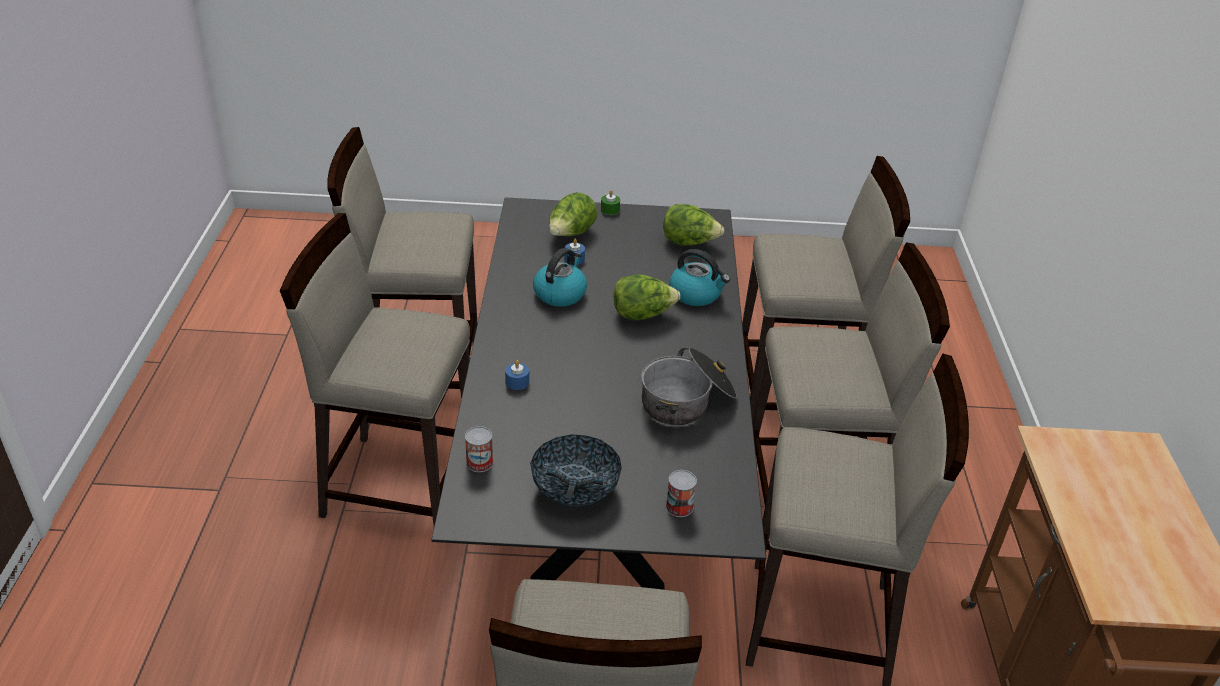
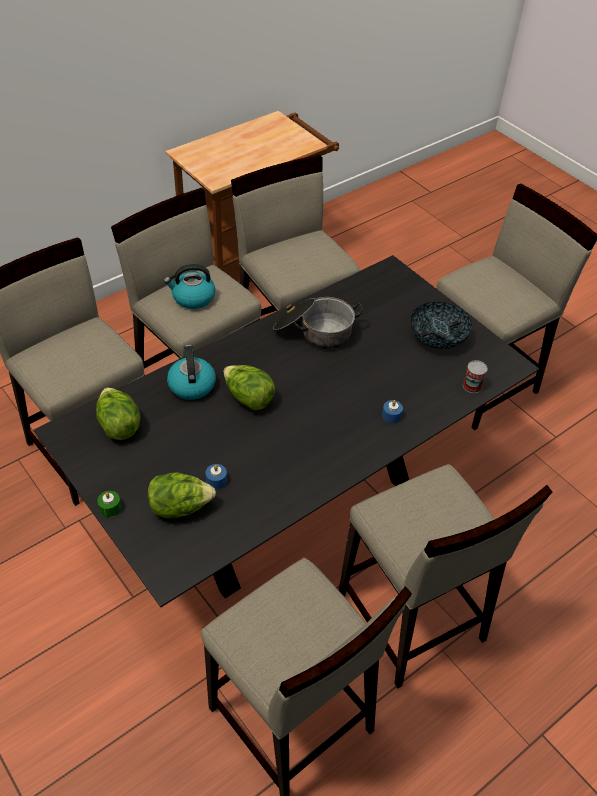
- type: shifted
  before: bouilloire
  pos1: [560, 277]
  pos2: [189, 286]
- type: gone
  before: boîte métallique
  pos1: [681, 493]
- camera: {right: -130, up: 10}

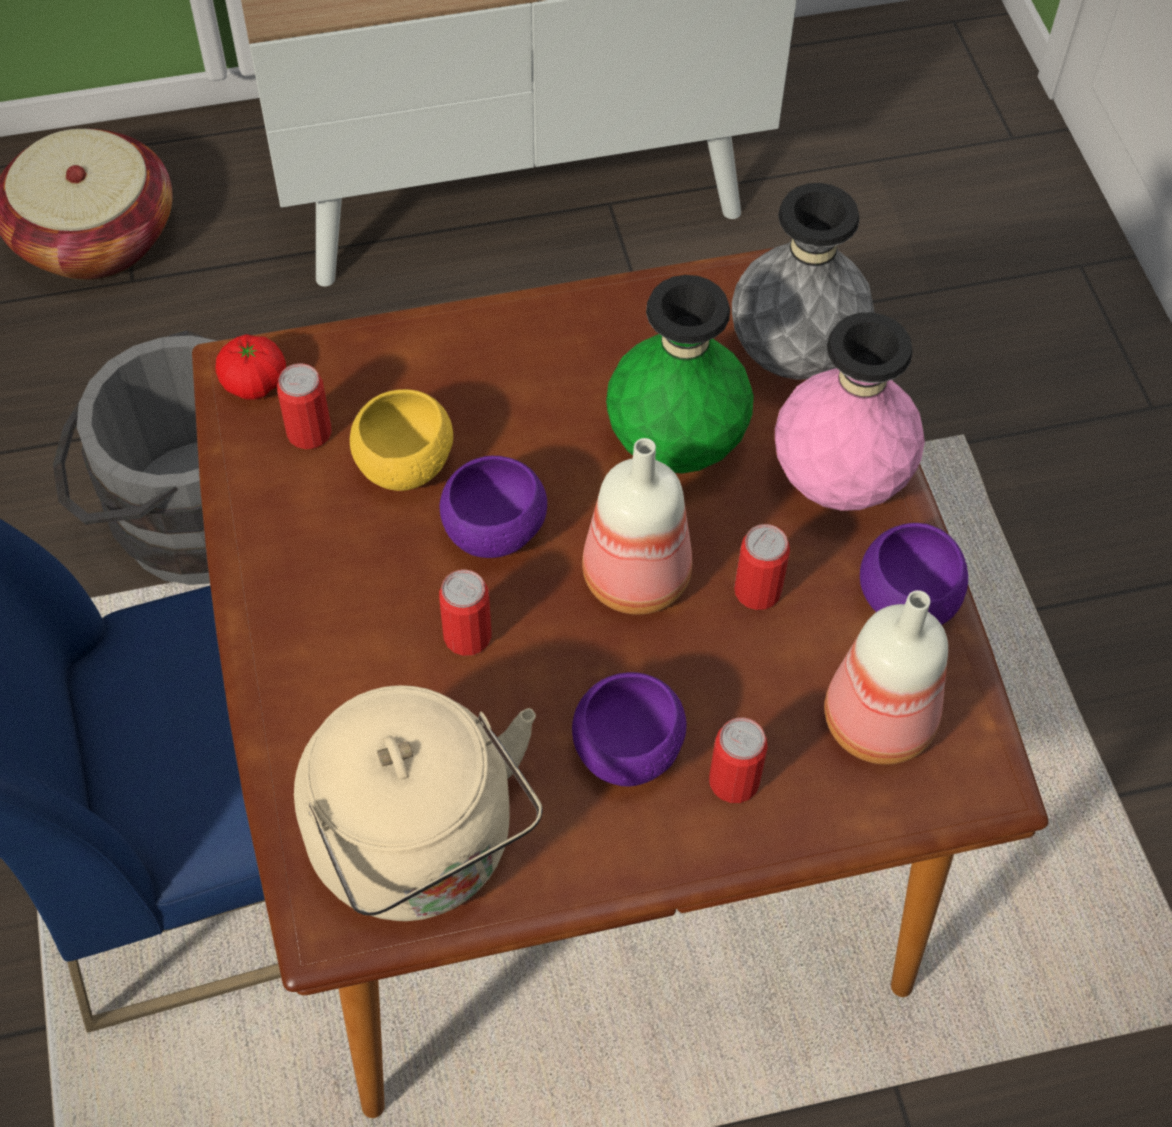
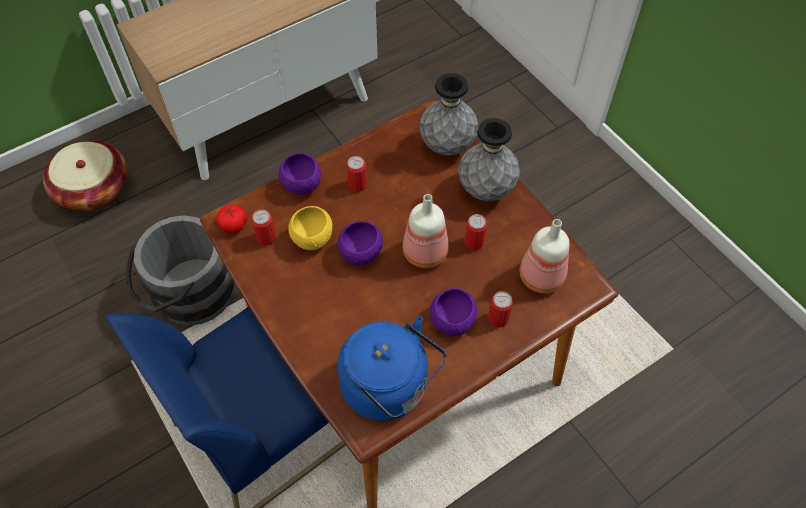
- type: shifted
  before: bol [violet]
  pos1: [914, 574]
  pos2: [300, 174]
- type: repainted
  before: bouilloire [beige]
  after: bouilloire [bleu]
  pos1: [418, 803]
  pos2: [392, 368]
- type: shifted
  before: boîte métallique
  pos1: [465, 613]
  pos2: [357, 174]
- type: repainted
  before: vase [rose]
  after: vase [gris]
  pos1: [850, 411]
  pos2: [489, 159]
- type: gone
  before: vase [vert]
  pos1: [680, 374]
- camera: {right: -20, up: 0}

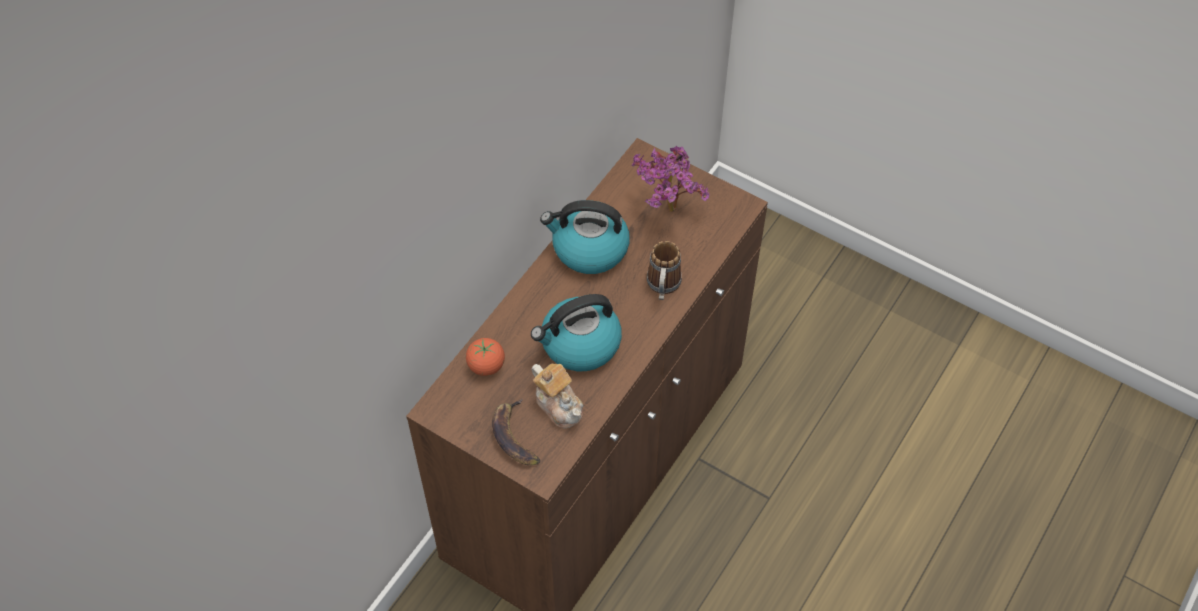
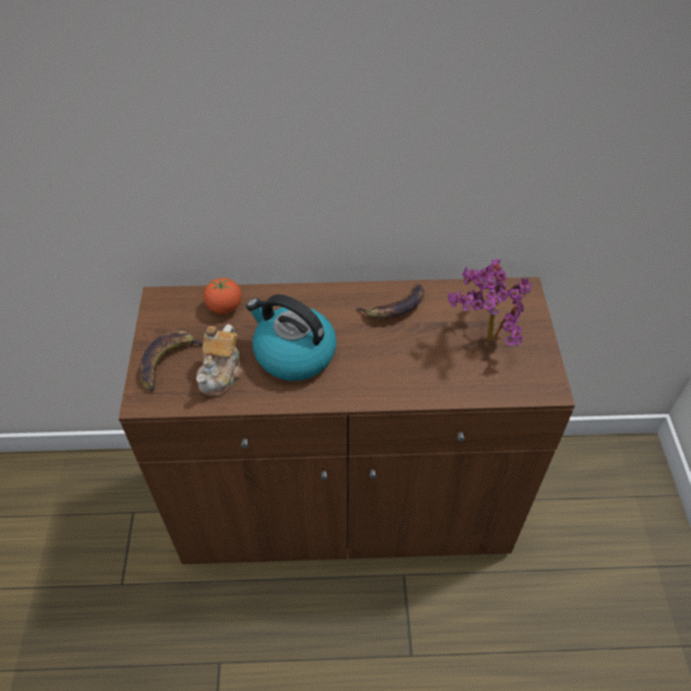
- type: swapped
  before: bouilloire
  after: banane
  pos1: [585, 237]
  pos2: [390, 301]
- type: gone
  before: mug
  pos1: [664, 270]
- camera: {right: 55, up: -5}

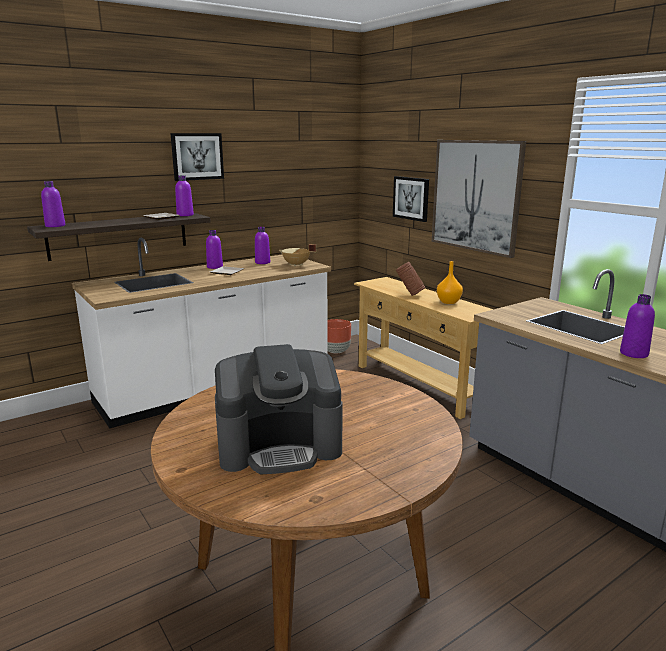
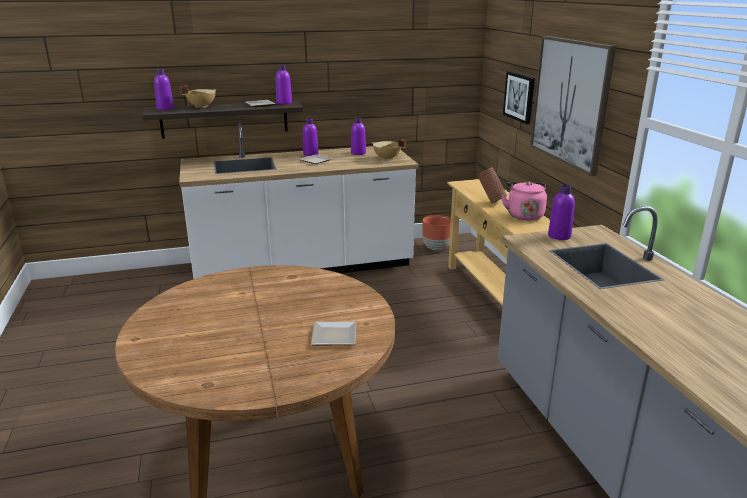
- type: new
  after: marmite [beige]
  pos2: [198, 97]
- type: new
  after: assiette
  pos2: [333, 333]
- type: swapped
  before: vase [orange]
  after: bouilloire [rose]
  pos1: [450, 282]
  pos2: [524, 201]
- type: shifted
  before: bouteille [violet]
  pos1: [637, 326]
  pos2: [561, 212]
- type: gone
  before: tableau
  pos1: [197, 157]
- type: gone
  before: machine à café
  pos1: [279, 409]
- camera: {right: 20, up: 5}

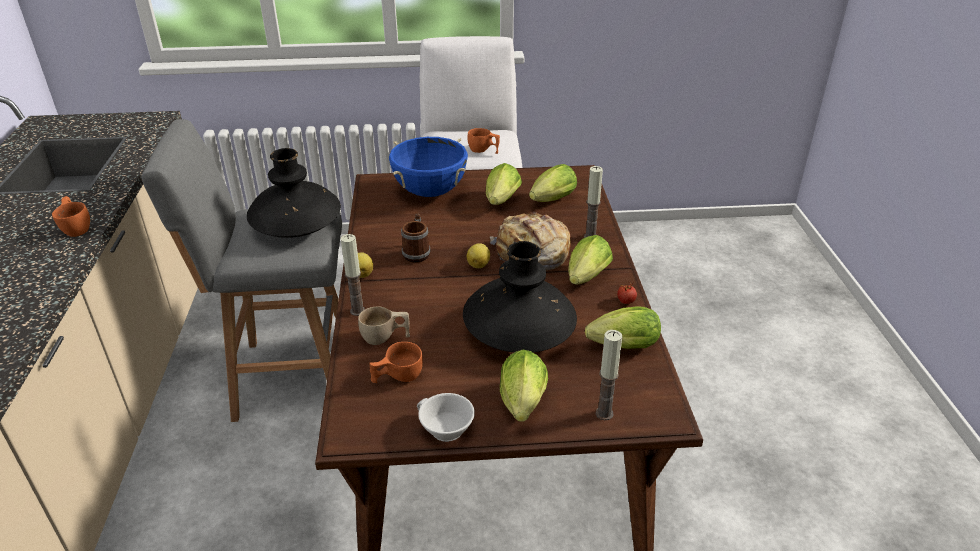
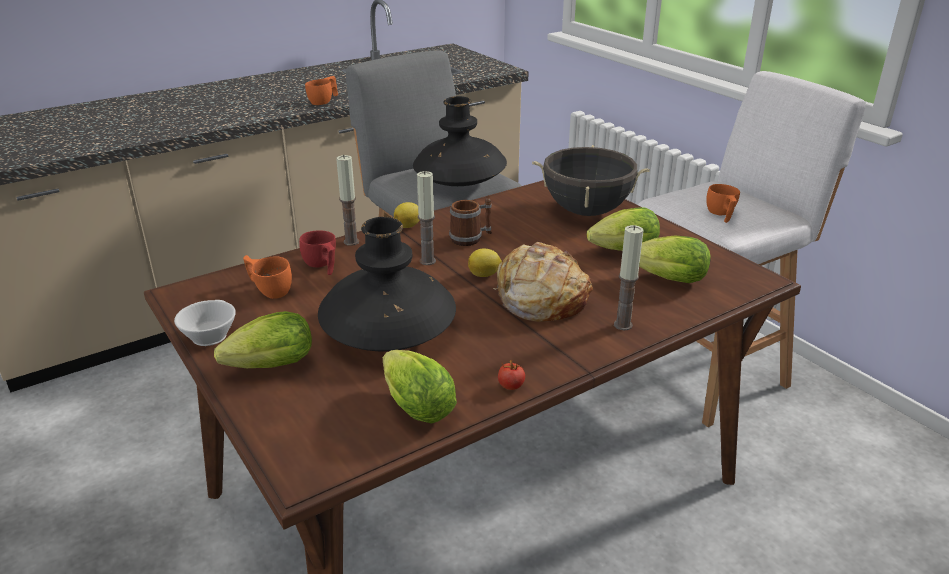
- type: repainted
  before: tasse [beige]
  after: tasse [rouge]
  pos1: [384, 326]
  pos2: [317, 252]
- type: shifted
  before: bougie
  pos1: [609, 375]
  pos2: [426, 218]
- type: repainted
  before: marmite [bleu]
  after: marmite [noir]
  pos1: [428, 167]
  pos2: [591, 180]
- type: gone
  before: laitue
  pos1: [590, 260]
- camera: {right: 60, up: -5}

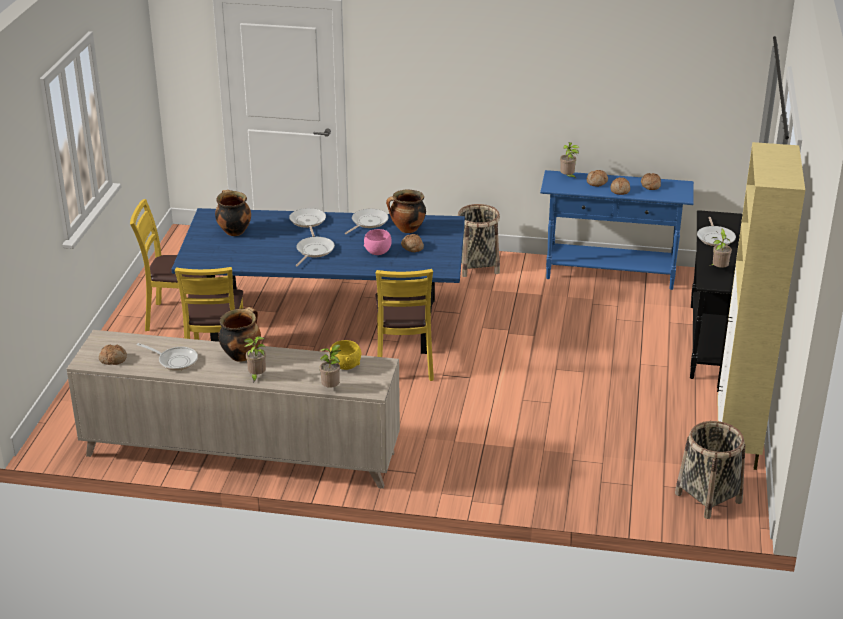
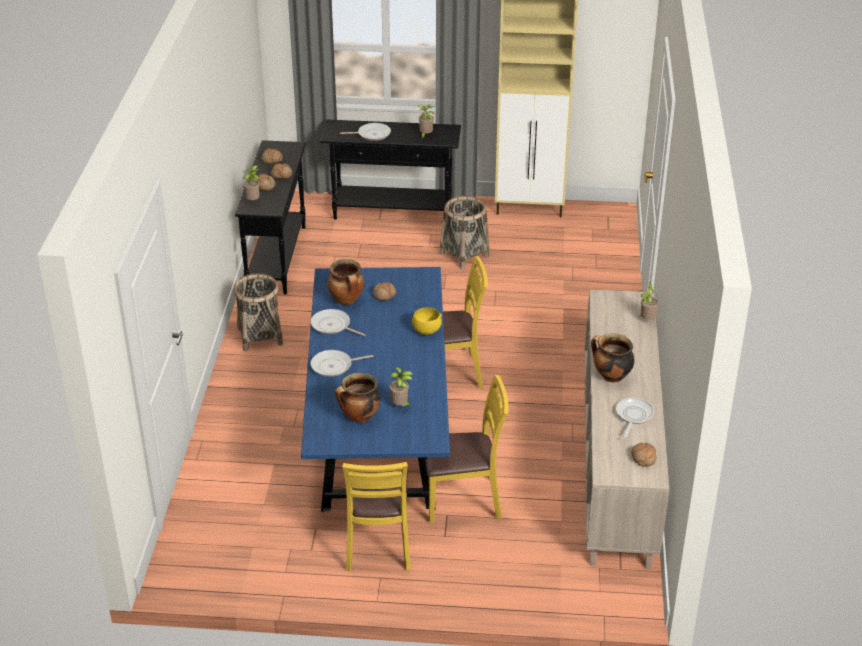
- type: repainted
  before: table console [bleu]
  after: table console [noir]
  pos1: [617, 230]
  pos2: [270, 217]
- type: shifted
  before: plante en pot
  pos1: [255, 359]
  pos2: [401, 387]
- type: shifted
  before: bol [jaune]
  pos1: [345, 355]
  pos2: [427, 321]
- type: shifted
  before: panier
  pos1: [710, 470]
  pos2: [465, 232]
- type: gone
  before: poêle
  pos1: [315, 251]
- type: gone
  before: bol [rose]
  pos1: [378, 242]
- camera: {right: -95, up: 5}

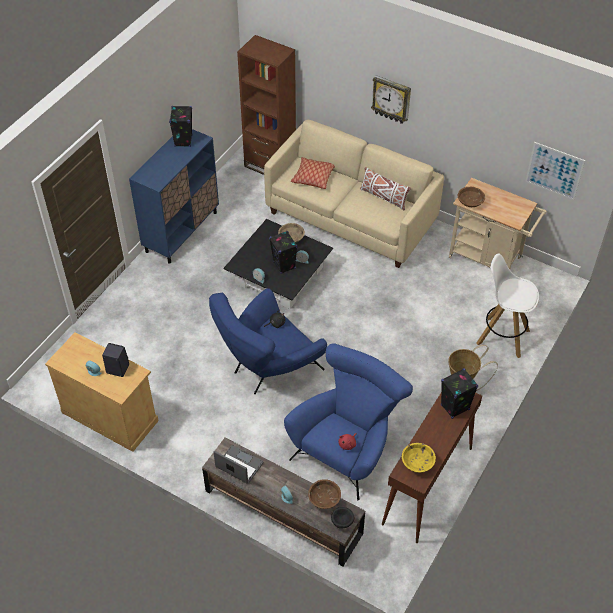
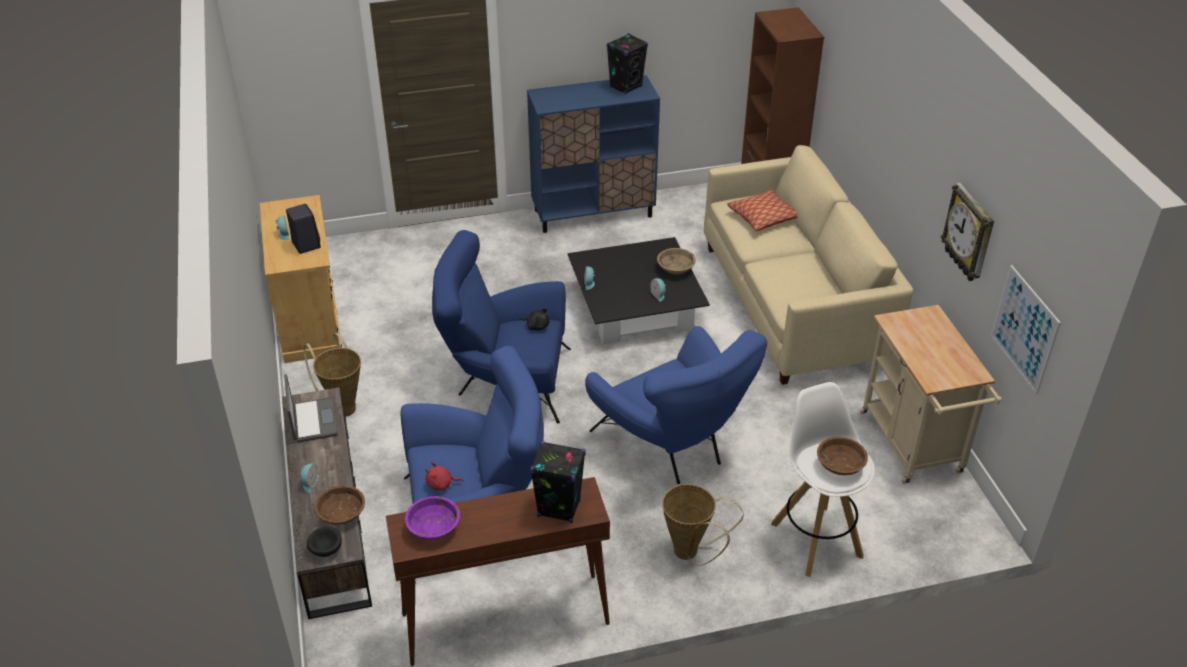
- type: new
  after: panier
  pos2: [332, 374]
- type: repainted
  before: bol [jaune]
  after: bol [violet]
  pos1: [419, 458]
  pos2: [432, 518]
- type: new
  after: fauteuil [bleu]
  pos2: [676, 405]
- type: shifted
  before: bol [marron]
  pos1: [471, 197]
  pos2: [842, 456]
- type: shifted
  before: horloge murale
  pos1: [391, 99]
  pos2: [967, 232]
- type: gone
  before: enceinte [noir]
  pos1: [283, 252]
- type: gone
  before: coussin [blanc]
  pos1: [385, 188]
- camera: {right: 45, up: -10}

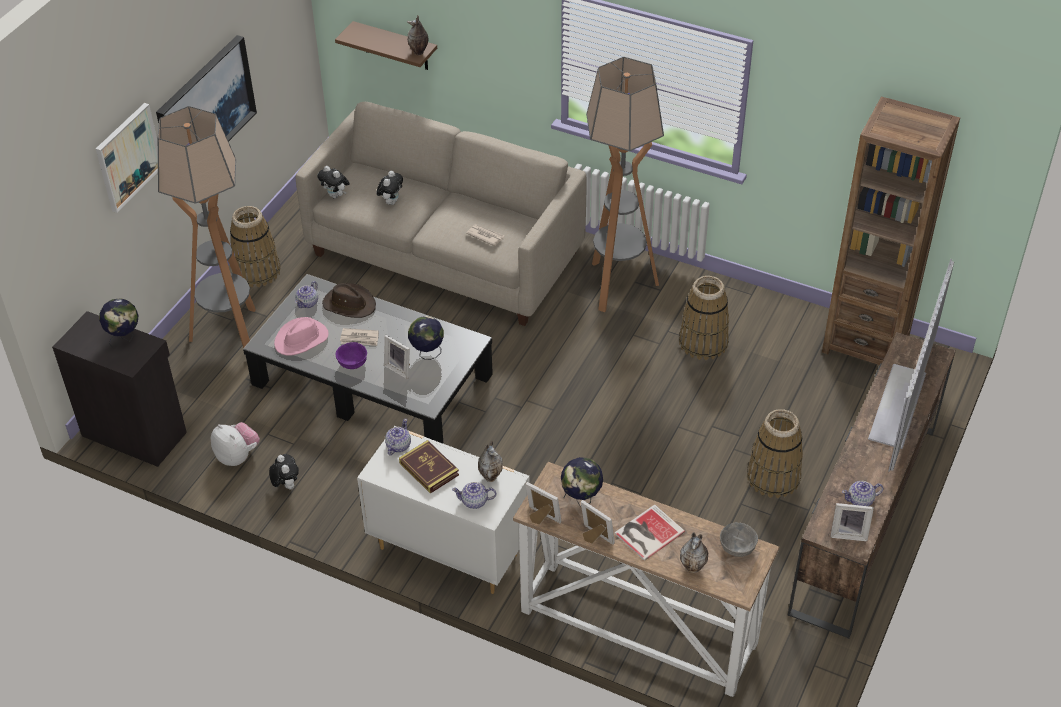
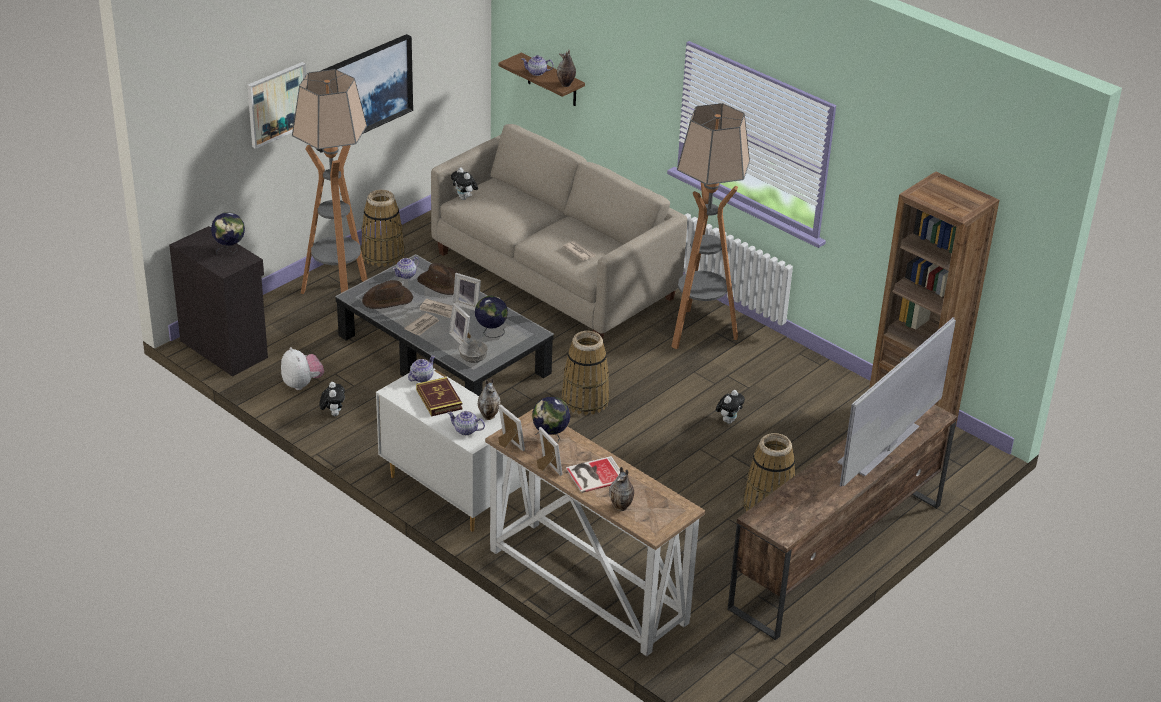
- type: repainted
  before: chapeau [rose]
  after: chapeau [marron]
  pos1: [301, 336]
  pos2: [387, 294]
- type: swapped
  before: bol [violet]
  after: journal
  pos1: [351, 355]
  pos2: [421, 324]
- type: shifted
  before: cadre photo
  pos1: [852, 522]
  pos2: [467, 292]
- type: shifted
  before: bol [gris]
  pos1: [739, 539]
  pos2: [473, 351]
- type: shifted
  before: théière
  pos1: [863, 493]
  pos2: [538, 65]
- type: shifted
  before: panier
  pos1: [704, 318]
  pos2: [585, 373]
- type: shifted
  before: peluche
  pos1: [390, 188]
  pos2: [730, 407]
- camera: {right: 15, up: -10}

